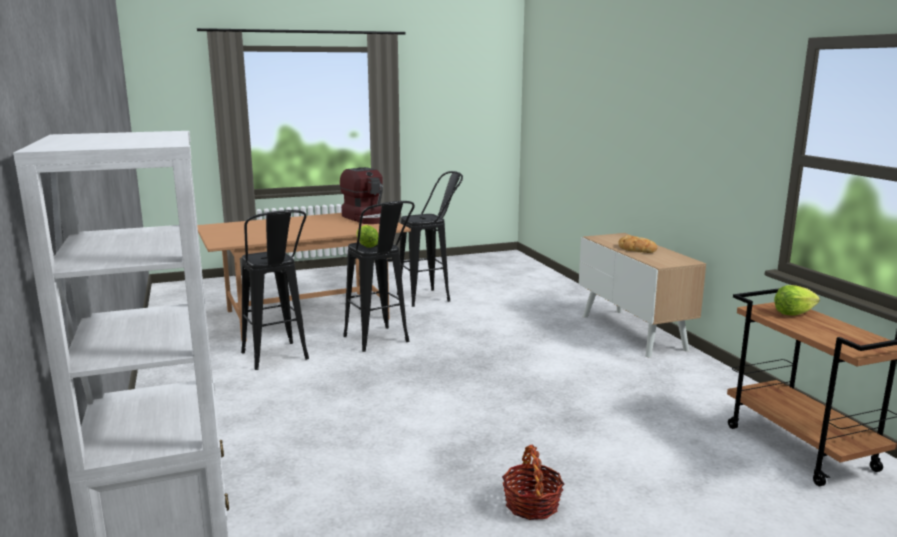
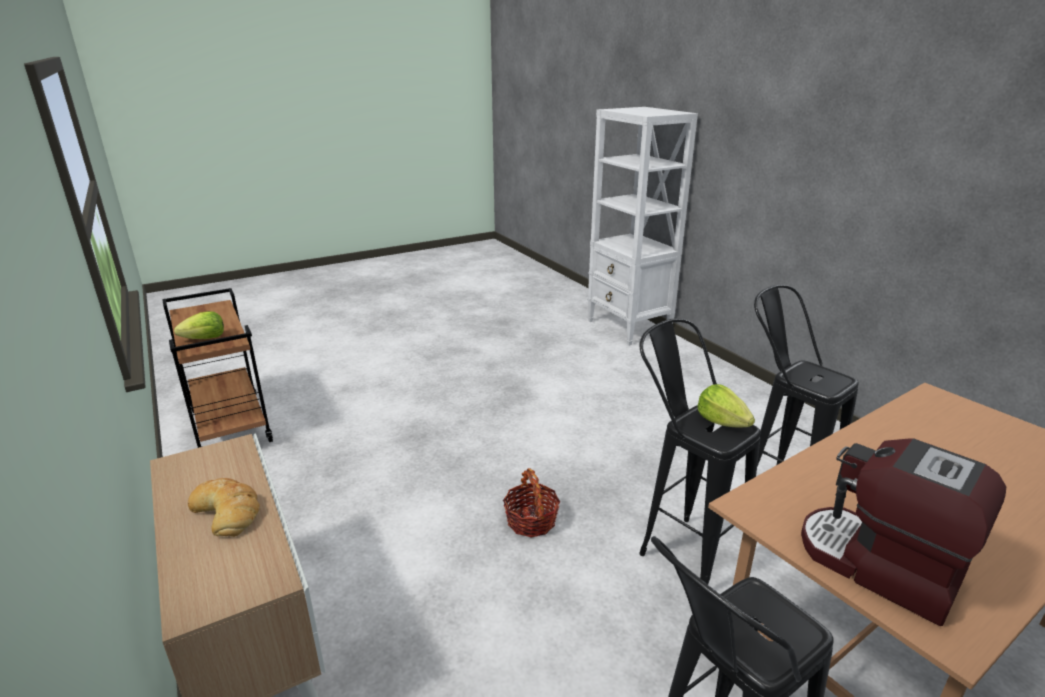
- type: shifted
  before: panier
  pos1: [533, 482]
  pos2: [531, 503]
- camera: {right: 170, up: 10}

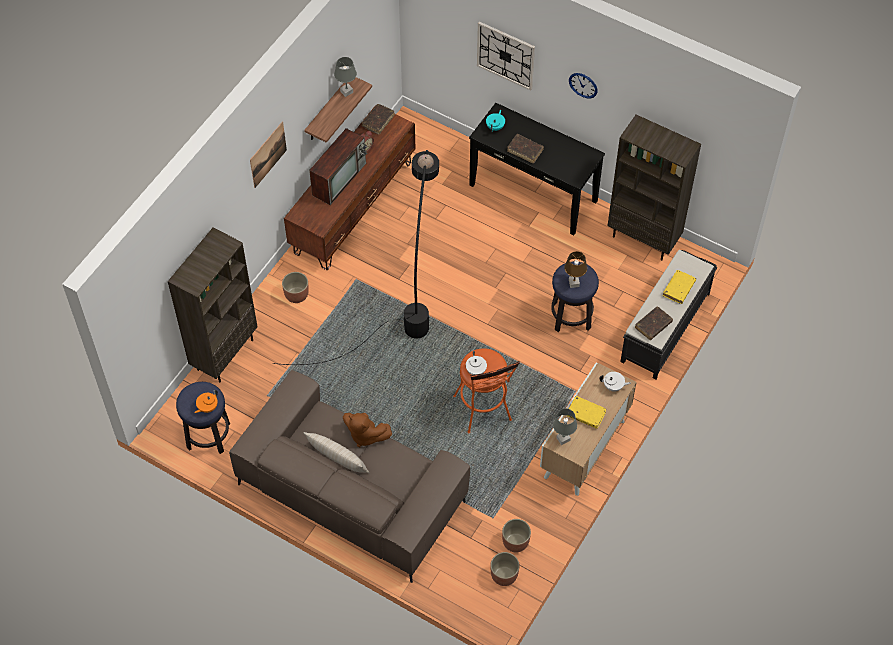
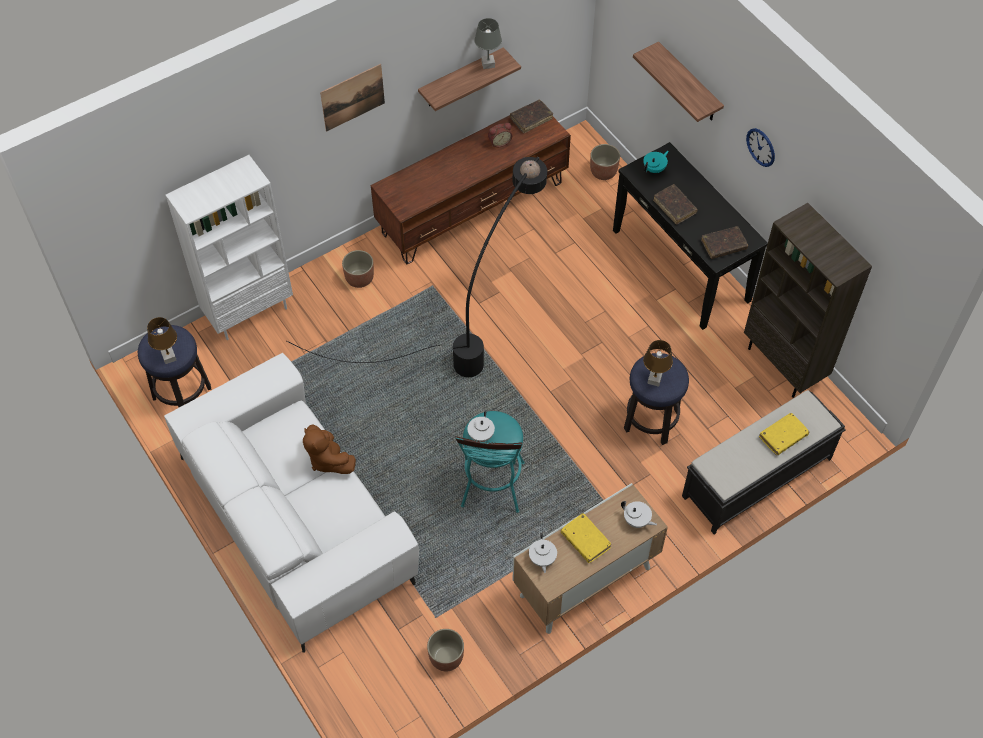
- type: swapped
  before: théière [orange]
  after: lampe de table [marron]
  pos1: [206, 401]
  pos2: [162, 340]
- type: repainted
  before: canapé [marron]
  after: canapé [blanc]
  pos1: [349, 476]
  pos2: [291, 503]
- type: repainted
  before: bibliothèque [marron]
  after: bibliothèque [blanc]
  pos1: [213, 304]
  pos2: [229, 247]
- type: repainted
  before: tabouret [orange]
  after: tabouret [turquoise]
  pos1: [486, 390]
  pos2: [490, 462]
- type: swapped
  before: lampe de table [gris]
  after: théière [blanc]
  pos1: [565, 427]
  pos2: [543, 553]
- type: shifted
  before: cache-pot
  pos1: [505, 569]
  pos2: [605, 162]
- type: swapped
  before: horloge murale
  after: étagère
  pos1: [506, 56]
  pos2: [678, 81]
- type: shifted
  before: livre [marron]
  pos1: [654, 323]
  pos2: [724, 242]
- type: gone
  before: coussin [beige]
  pos1: [336, 452]
- type: gone
  before: téléviseur
  pos1: [338, 166]
- camera: {right: 25, up: 0}

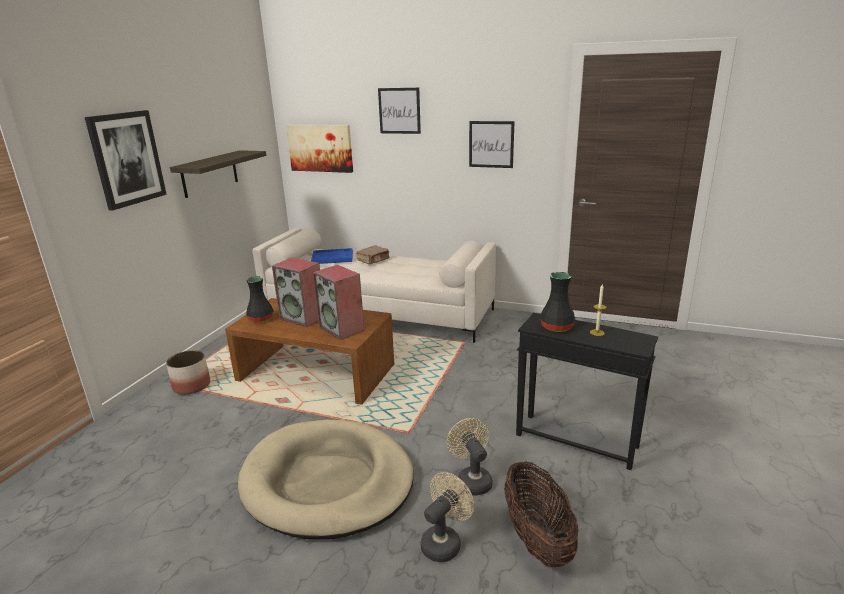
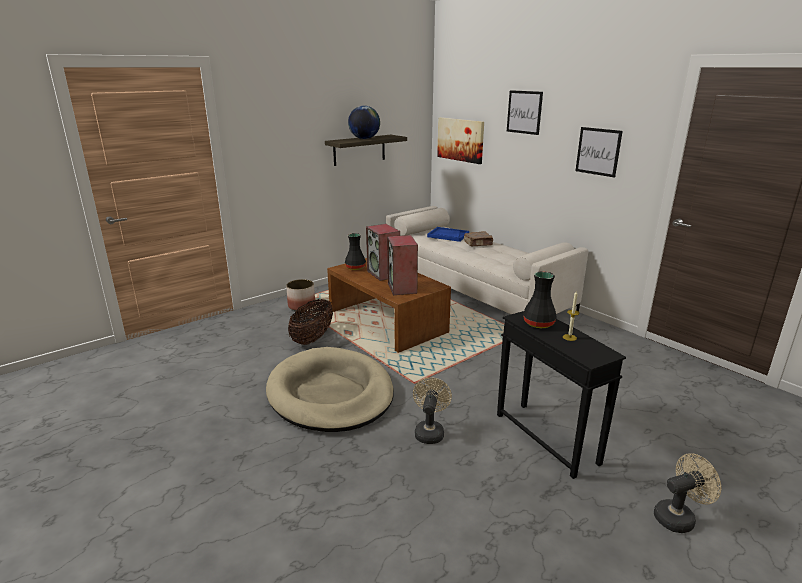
- type: shifted
  before: panier
  pos1: [541, 514]
  pos2: [310, 322]
- type: new
  after: globe
  pos2: [364, 122]
- type: shifted
  before: ventilateur [beige]
  pos1: [447, 517]
  pos2: [687, 493]
- type: gone
  before: tableau
  pos1: [126, 160]
- camera: {right: 30, up: 0}

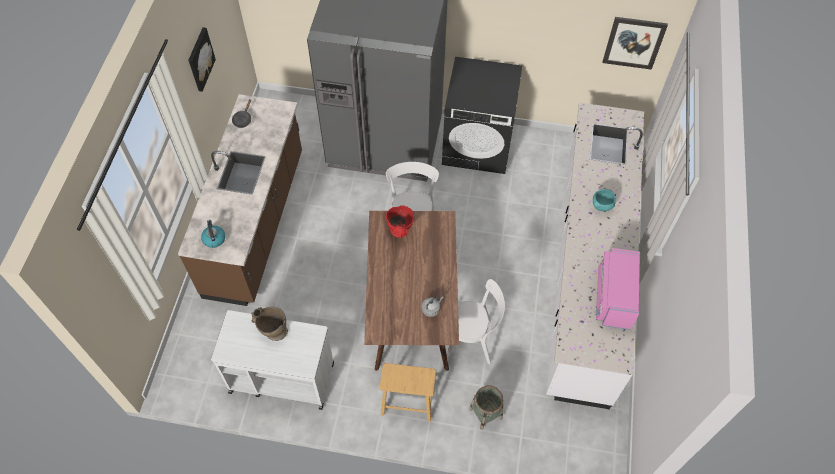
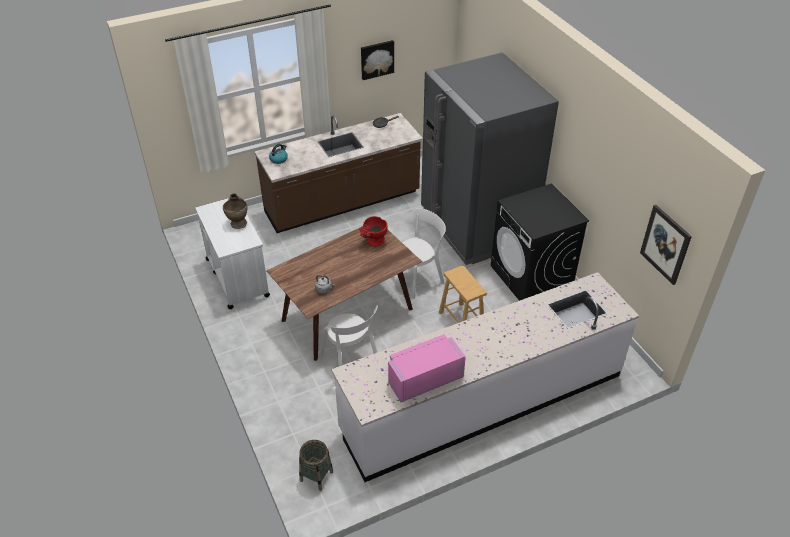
- type: shifted
  before: panier
  pos1: [486, 407]
  pos2: [316, 465]
- type: shifted
  before: tabouret [marron]
  pos1: [407, 392]
  pos2: [463, 294]
- type: gone
  before: bol [turquoise]
  pos1: [604, 200]
- camera: {right: 55, up: -15}

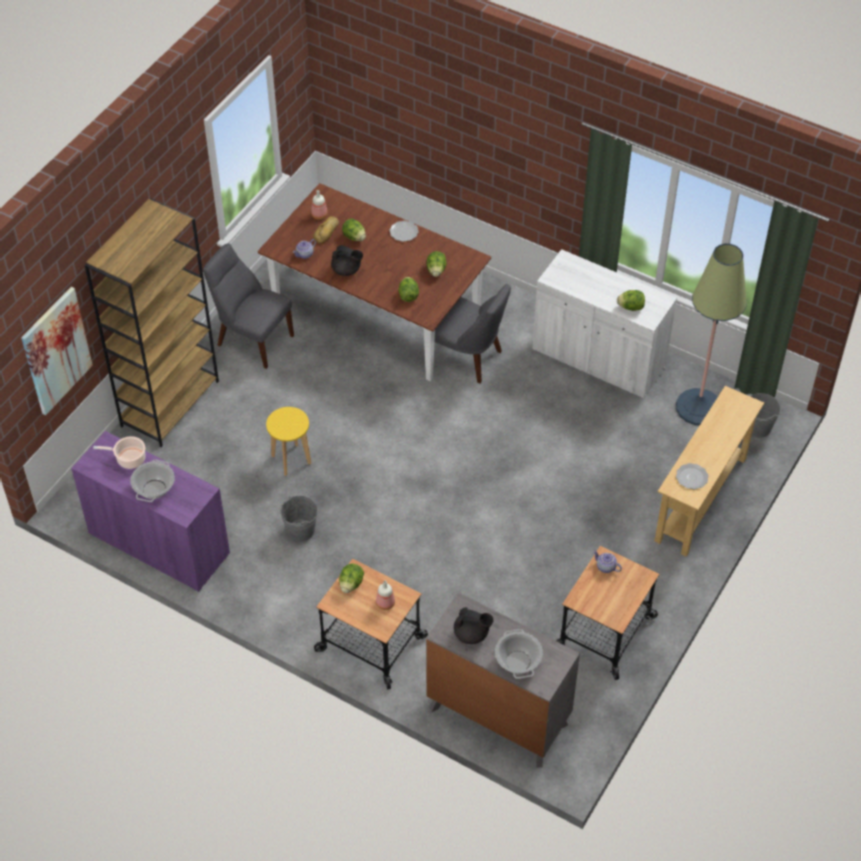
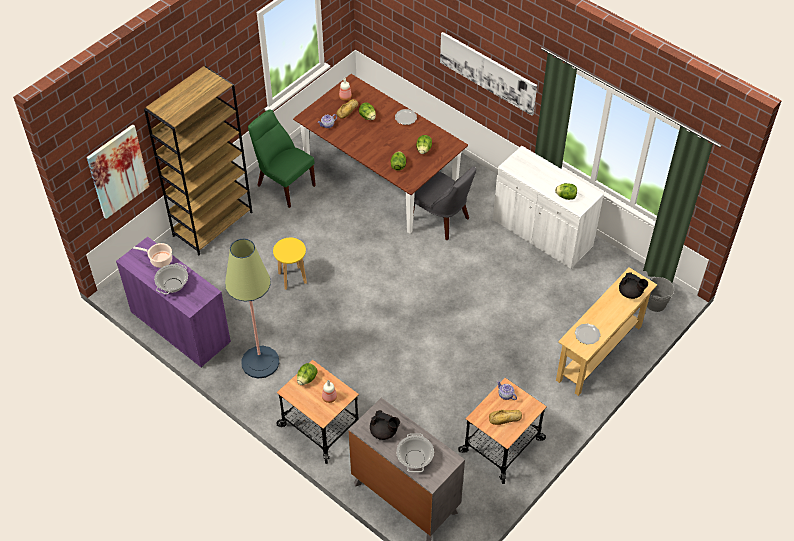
- type: shifted
  before: lampadaire
  pos1: [711, 334]
  pos2: [252, 309]
- type: repainted
  before: chaise [gris]
  after: chaise [vert]
  pos1: [248, 306]
  pos2: [282, 158]
- type: new
  after: tableau
  pos2: [488, 74]
- type: new
  after: pain
  pos2: [505, 417]
- type: shifted
  before: théière [noir]
  pos1: [347, 260]
  pos2: [633, 285]
- type: gone
  before: seau [gris]
  pos1: [299, 519]
- camera: {right: 10, up: 0}

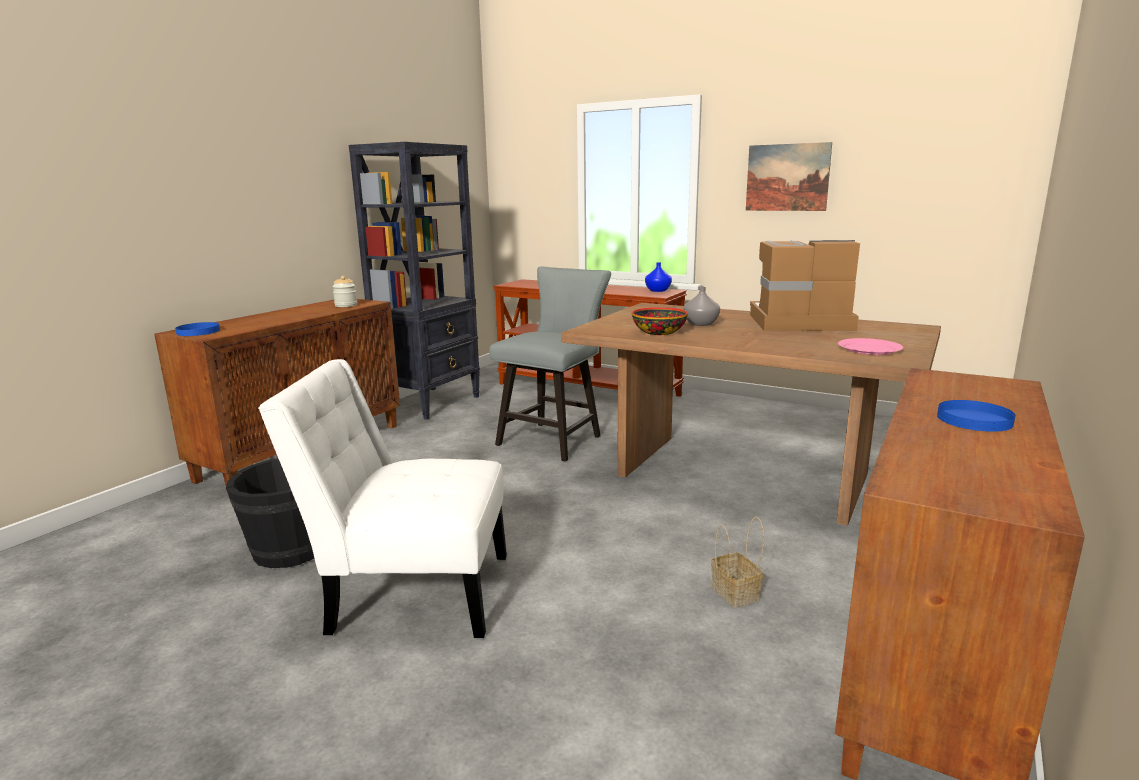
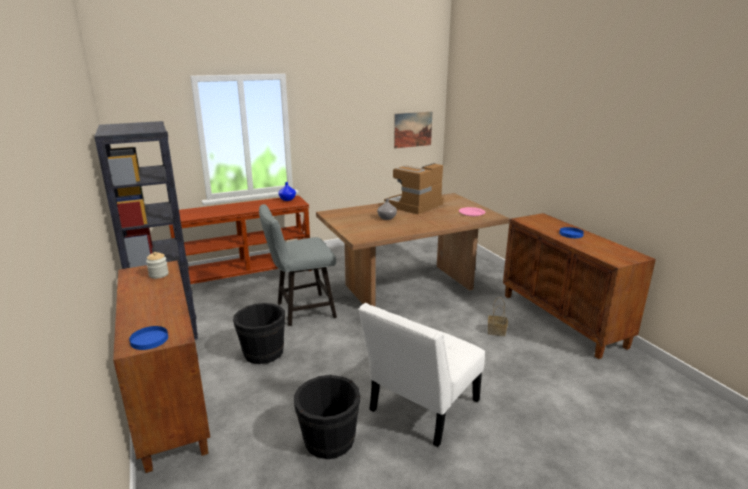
- type: new
  after: seau [noir]
  pos2: [259, 333]
- type: rotated
  before: chaise [gris]
  pos1: [550, 364]
  pos2: [298, 265]
  turn: -90
- type: shifted
  before: tableau
  pos1: [789, 176]
  pos2: [413, 130]
- type: gone
  before: bol
  pos1: [660, 321]
- camera: {right: -55, up: 5}

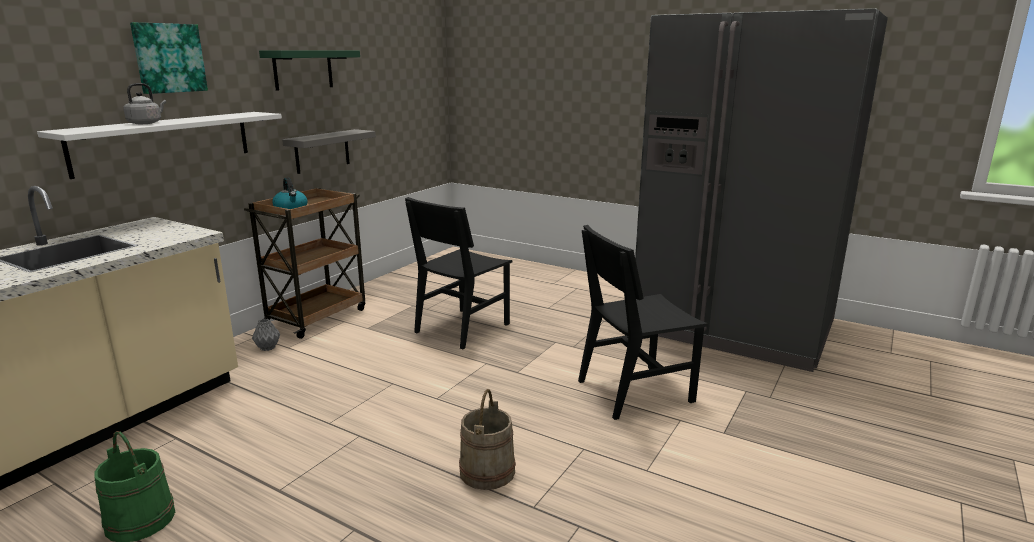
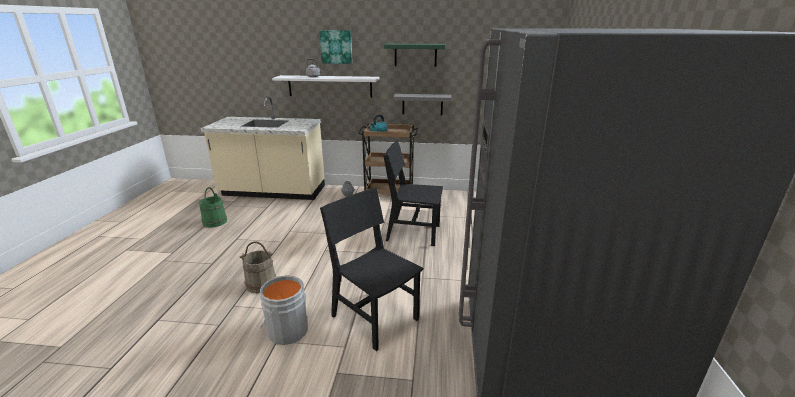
- type: new
  after: seau [gris]
  pos2: [284, 310]
- camera: {right: 65, up: 5}

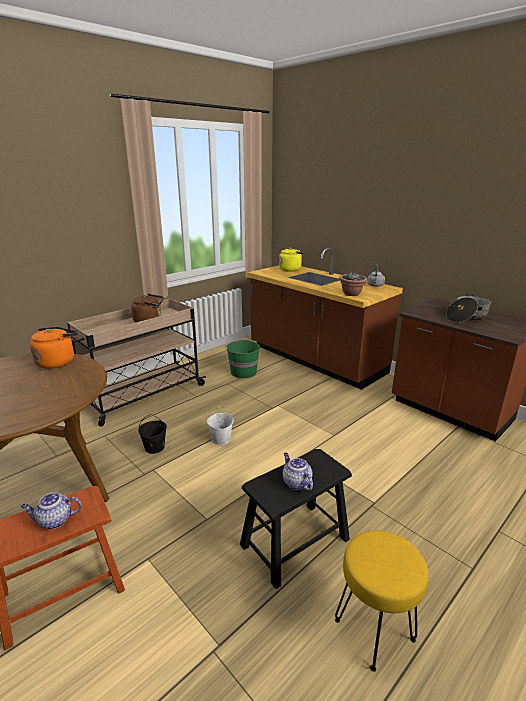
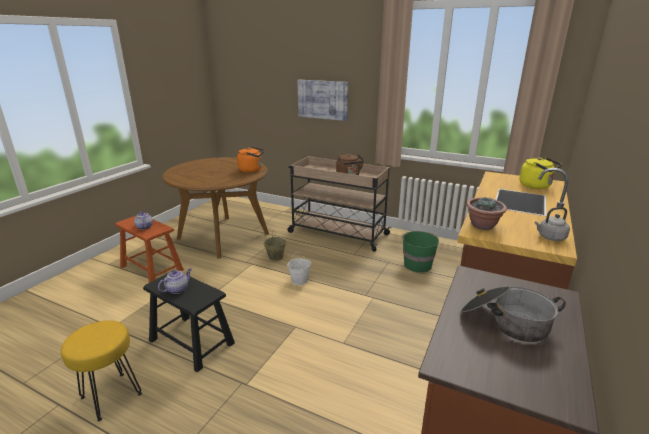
- type: repainted
  before: seau [noir]
  after: seau [beige]
  pos1: [152, 434]
  pos2: [274, 246]
- type: new
  after: tableau
  pos2: [322, 100]
- camera: {right: 70, up: 0}

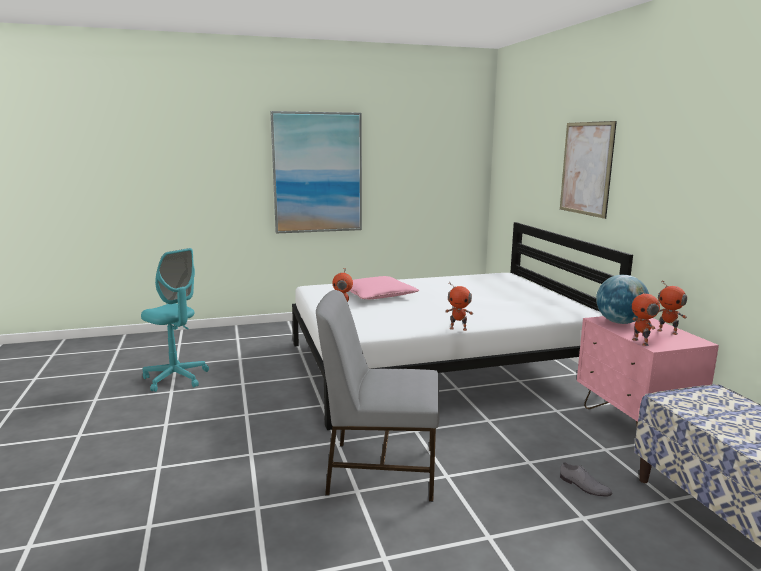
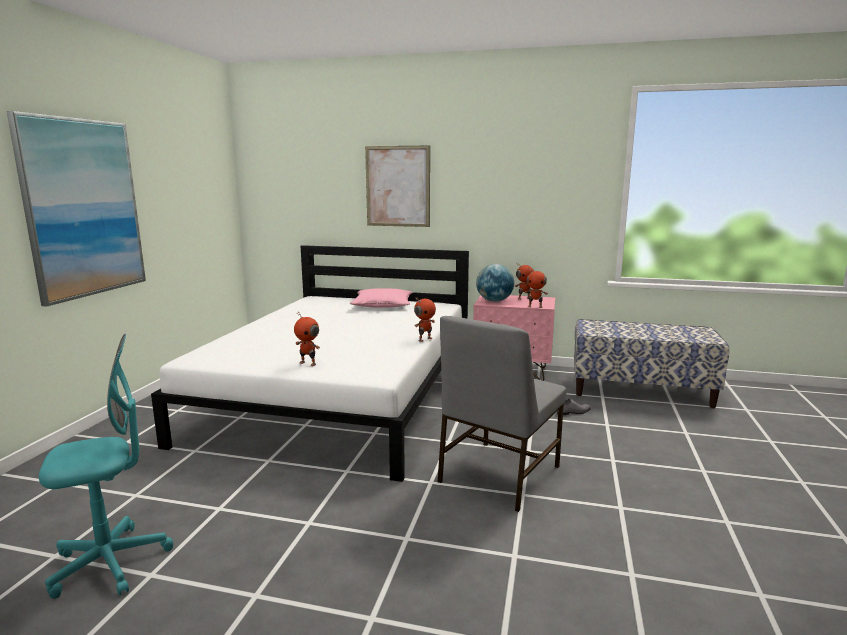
- type: shifted
  before: coussin [rose]
  pos1: [384, 287]
  pos2: [381, 298]
- camera: {right: -60, up: 0}

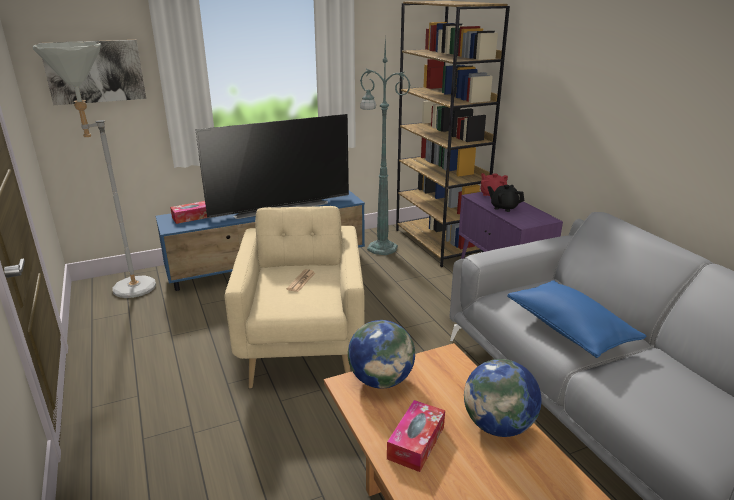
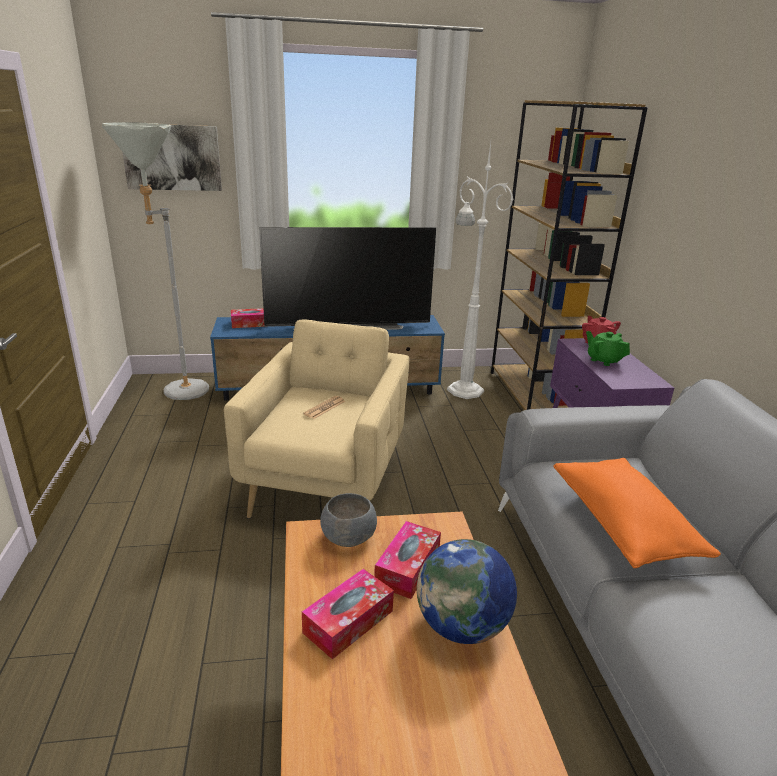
- type: swapped
  before: globe
  after: bol [gris]
  pos1: [381, 354]
  pos2: [348, 520]
- type: new
  after: boîte à mouchoirs
  pos2: [407, 560]
- type: repainted
  before: lampadaire [vert]
  after: lampadaire [blanc]
  pos1: [385, 146]
  pos2: [480, 271]
- type: repainted
  before: coussin [bleu]
  after: coussin [orange]
  pos1: [576, 319]
  pos2: [637, 513]
- type: repainted
  before: théière [noir]
  after: théière [vert]
  pos1: [505, 198]
  pos2: [608, 348]
- camera: {right: 15, up: 0}

